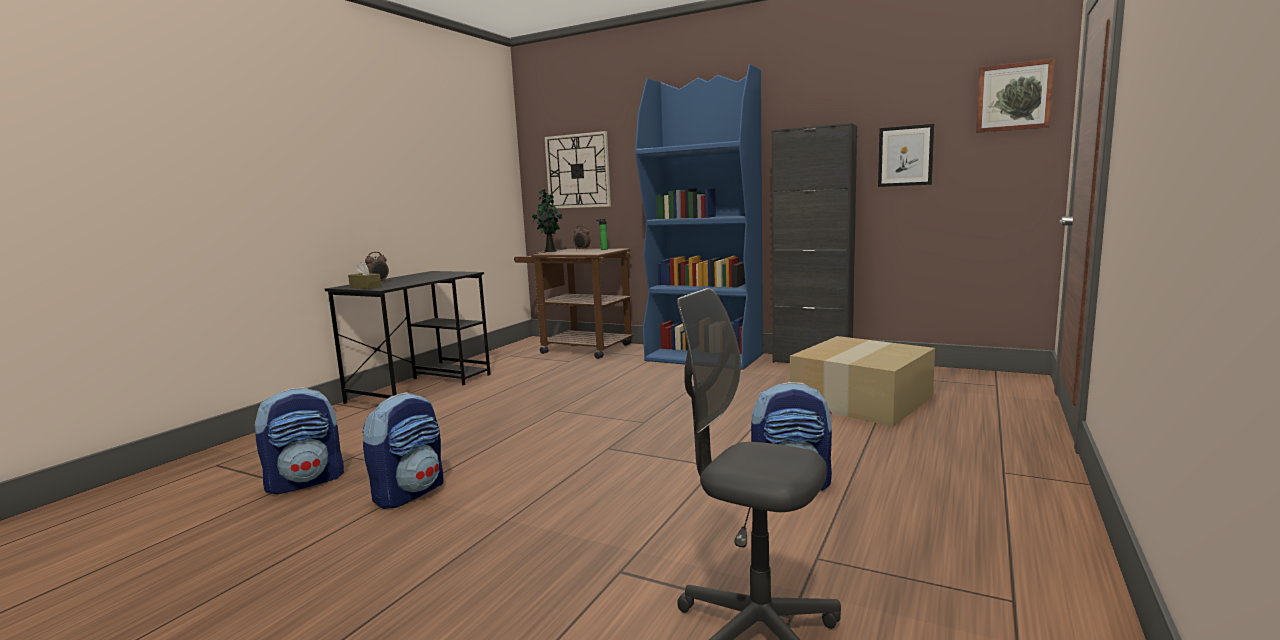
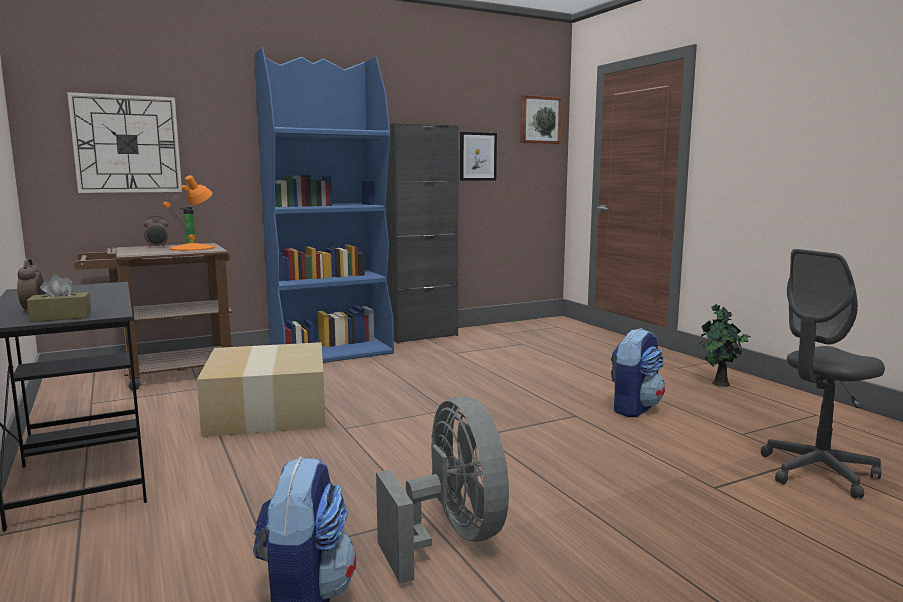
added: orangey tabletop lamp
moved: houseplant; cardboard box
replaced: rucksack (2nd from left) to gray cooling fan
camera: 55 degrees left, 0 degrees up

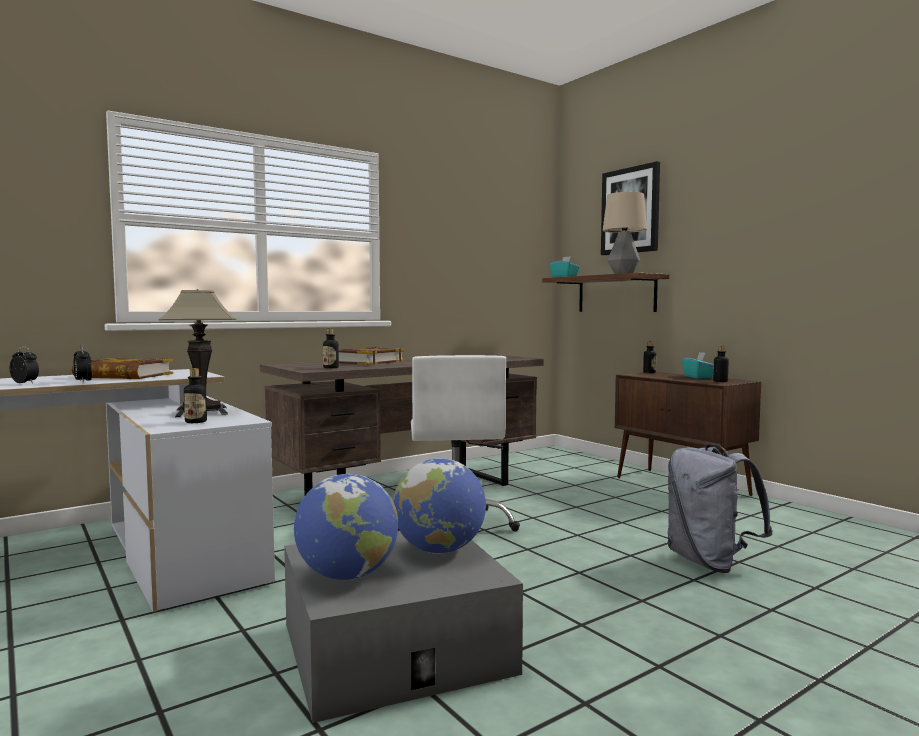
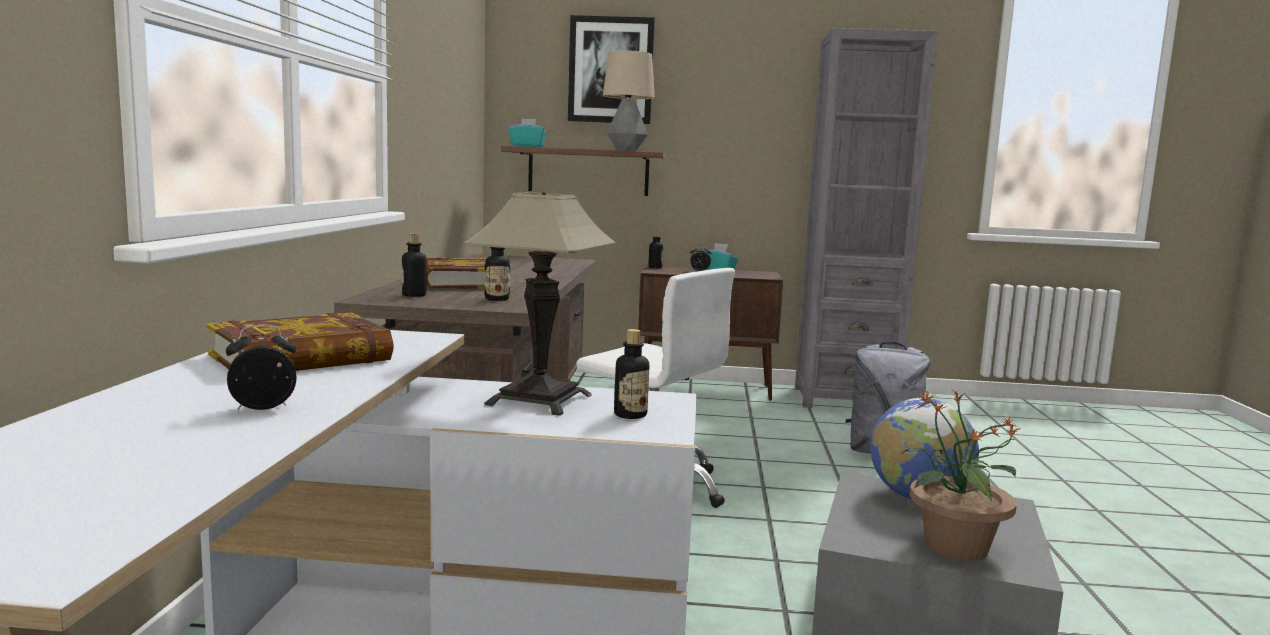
added: gray bookcase
moved: bedside clock (2nd from left); bottle (4th from left in the first image) to bottle (1st from left)
replaced: world globe (1st from left) to houseplant
camera: 50 degrees left, 5 degrees up

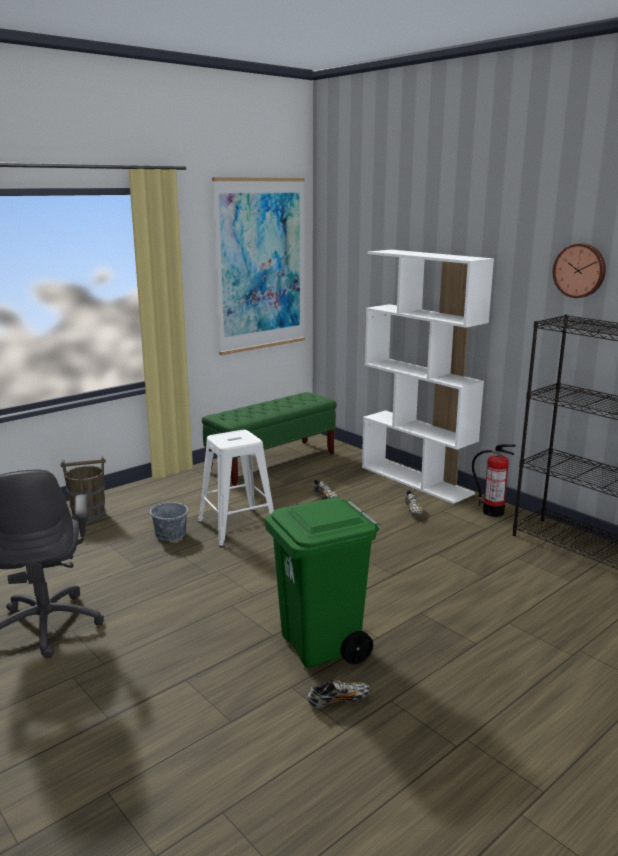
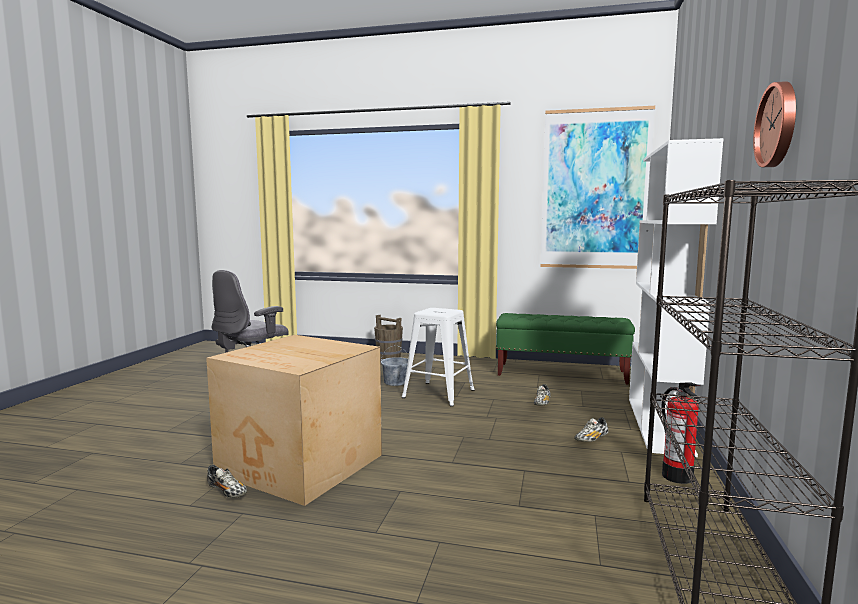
replaced: greenish rubbish bin to cardboard box
camera: 55 degrees right, 10 degrees down

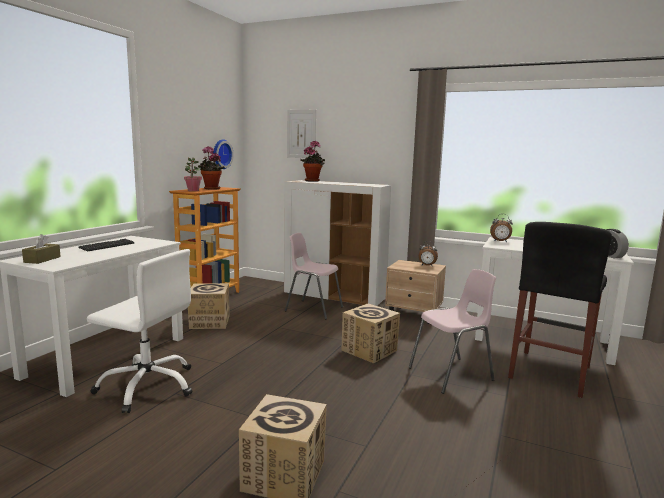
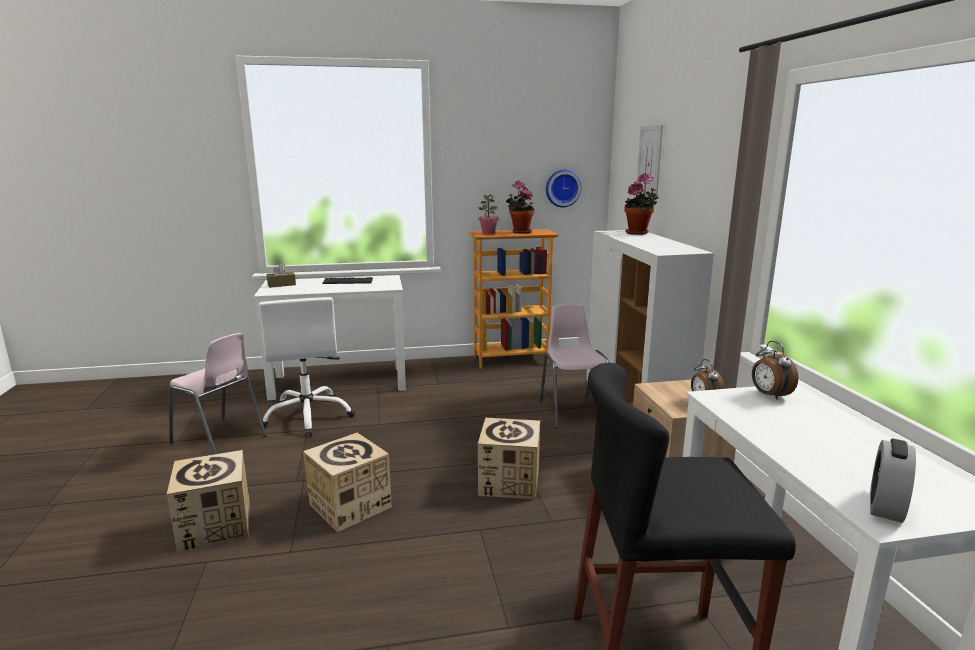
moved: cardboard box (1st from left in the first image) to cardboard box (2nd from left); pink-coloured upright chair (2nd from left in the first image) to pink-coloured upright chair (1st from left)
camera: 55 degrees right, 5 degrees up

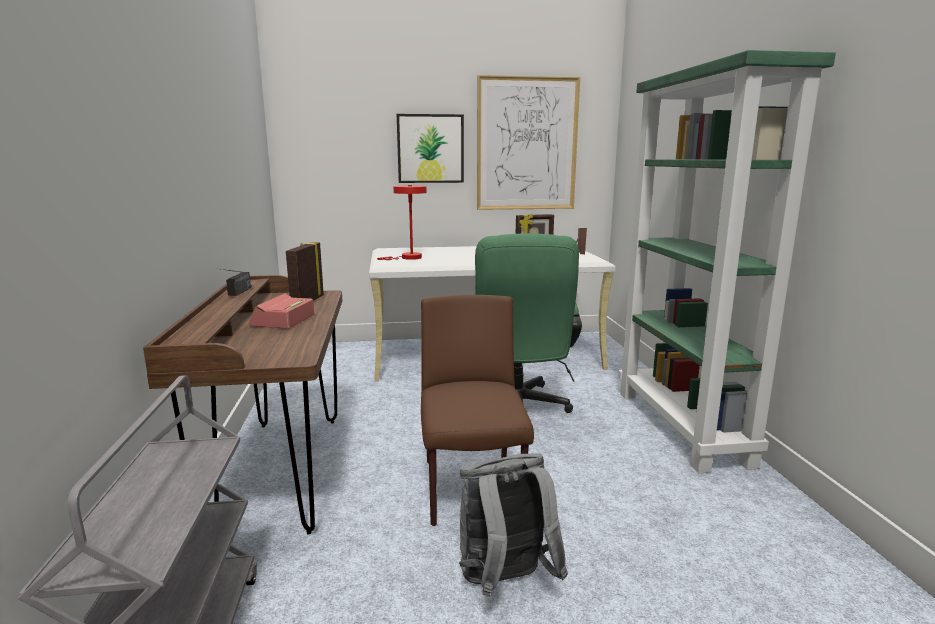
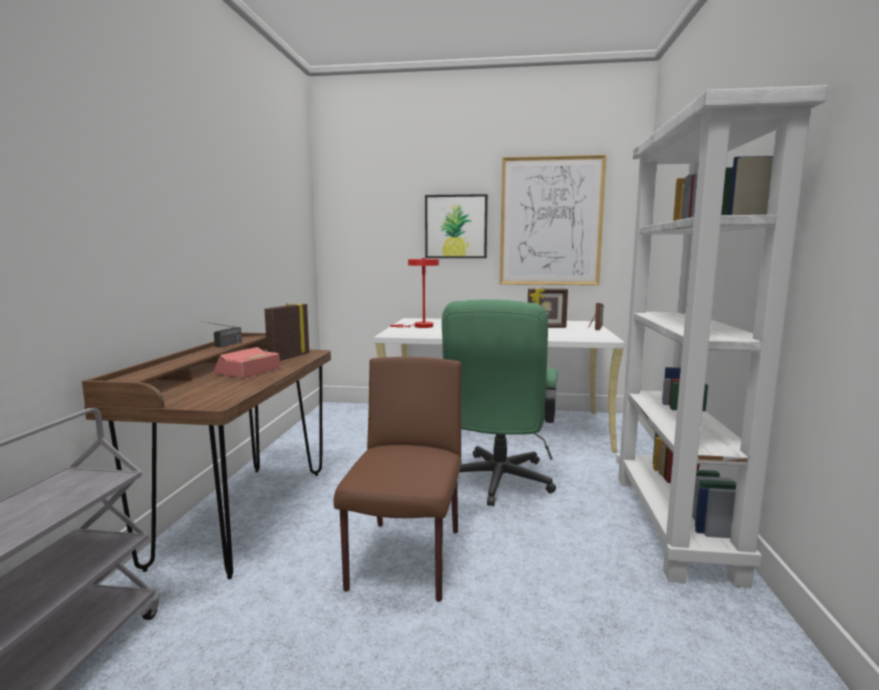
removed: gray rucksack
recoloured: greenish bookcase to white-coloured bookcase
camera: 15 degrees right, 5 degrees down

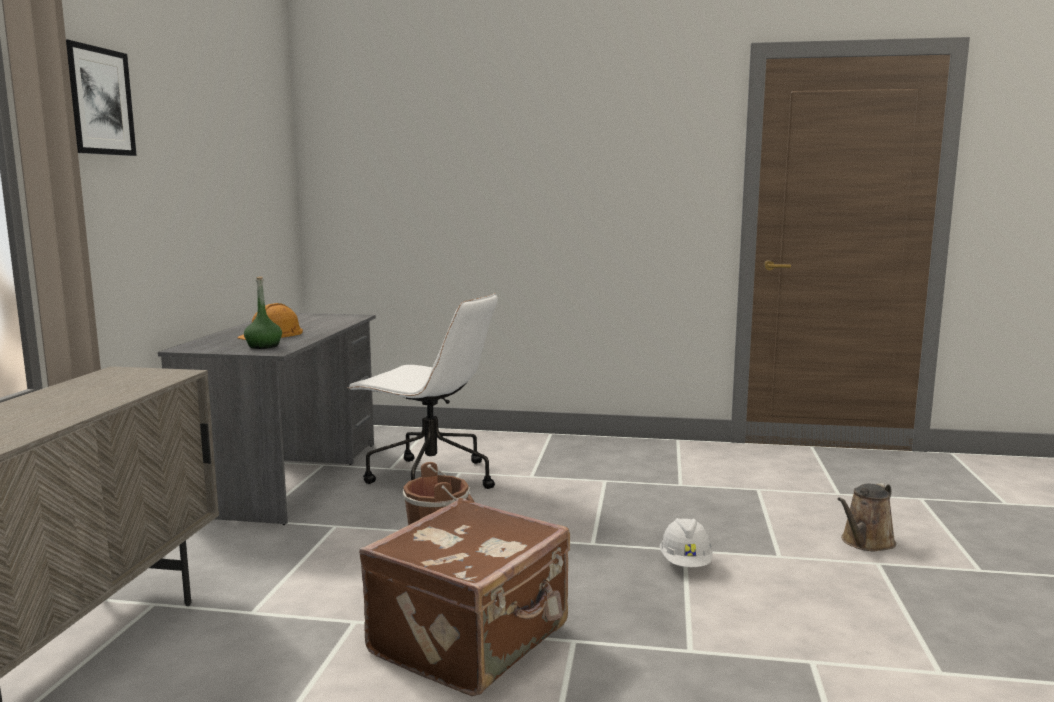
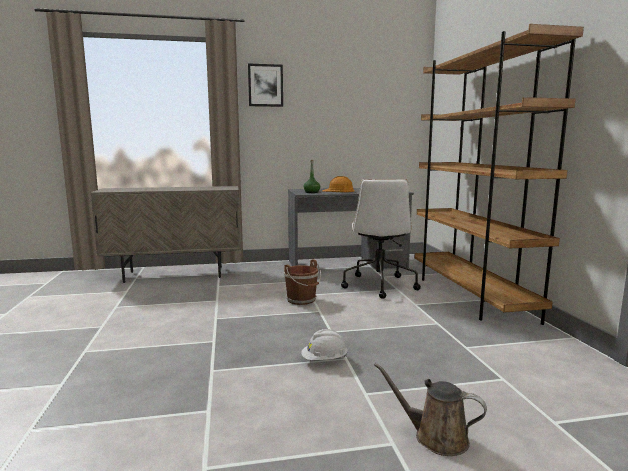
removed: brownish piece of luggage
added: brownish bookcase
camera: 70 degrees right, 0 degrees up

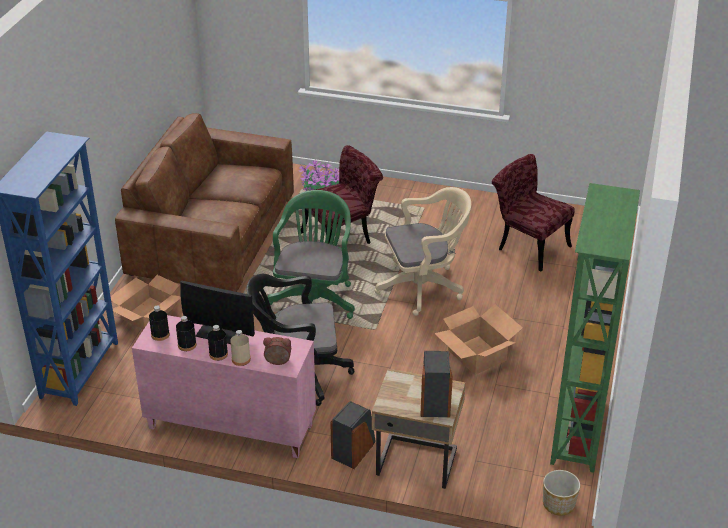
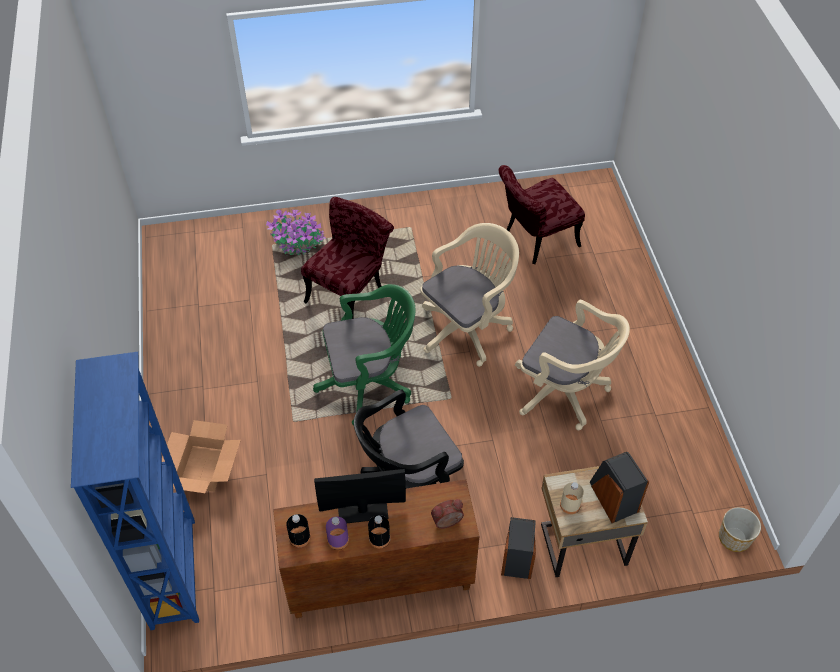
removed: brownish settee; greenish bookcase
moved: beige-coloured bottle
replaced: cardboard box (2nd from left) to beige-coloured desk chair (2nd from left)
recoloured: pink-coloured cabinet to brownish cabinet; black bottle (2nd from left) to purplish bottle
turned: greenish desk chair 90 degrees clockwise; red upright chair (2nd from left) 45 degrees counterclockwise
camera: 25 degrees left, 15 degrees up

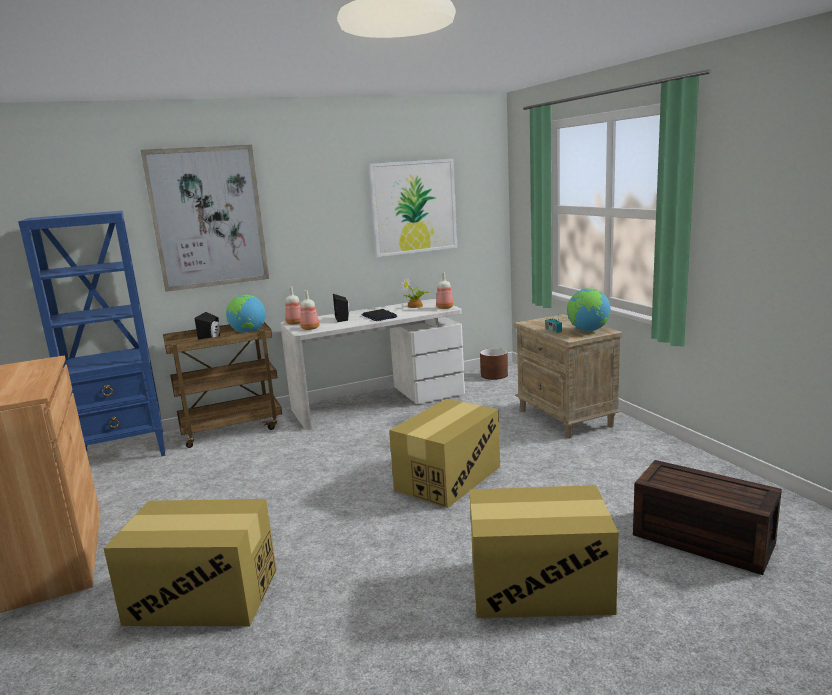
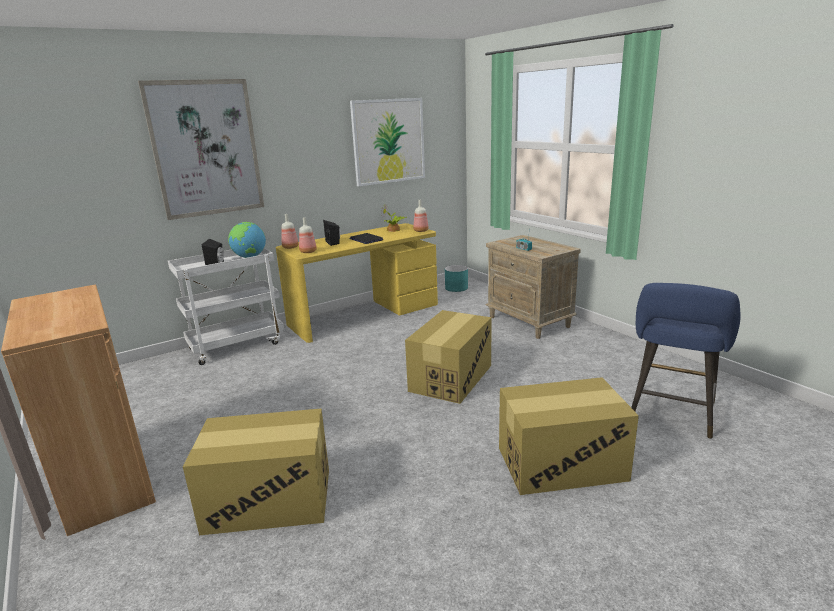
removed: blue-coloured bookcase; world globe (2nd from left)
replaced: brownish storage container to blue-coloured stool seat
recoloured: brownish cart to white-coloured cart; white-coloured desk unit to yellow-coloured desk unit; brownish plant pot to turquoise plant pot
camera: 10 degrees left, 5 degrees up

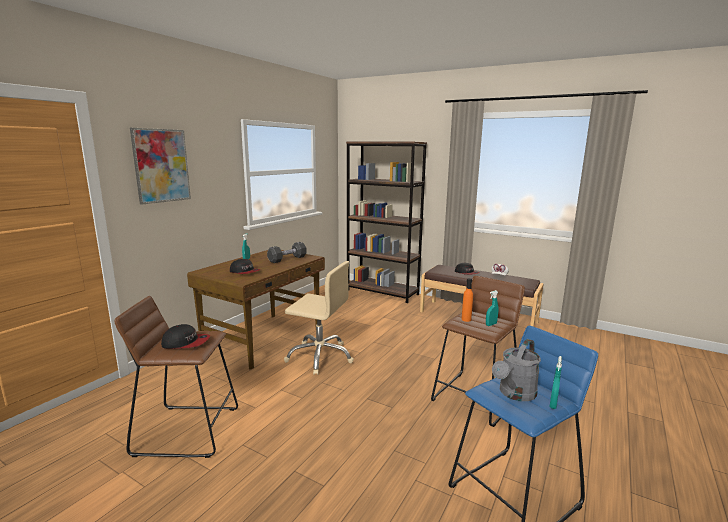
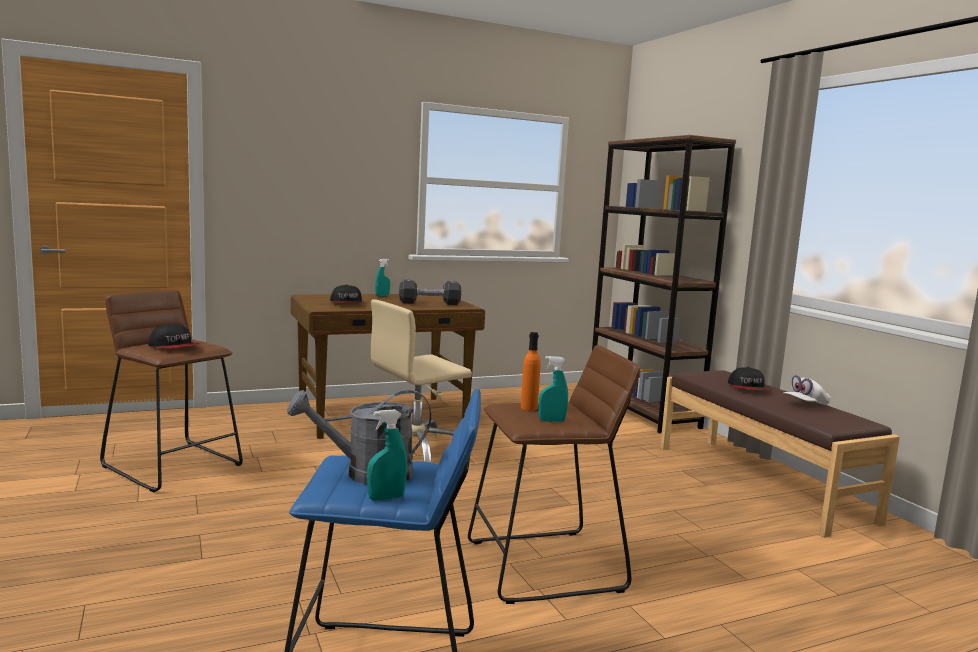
removed: wall picture
turned: beige-coloured desk chair 90 degrees clockwise
camera: 35 degrees right, 5 degrees down

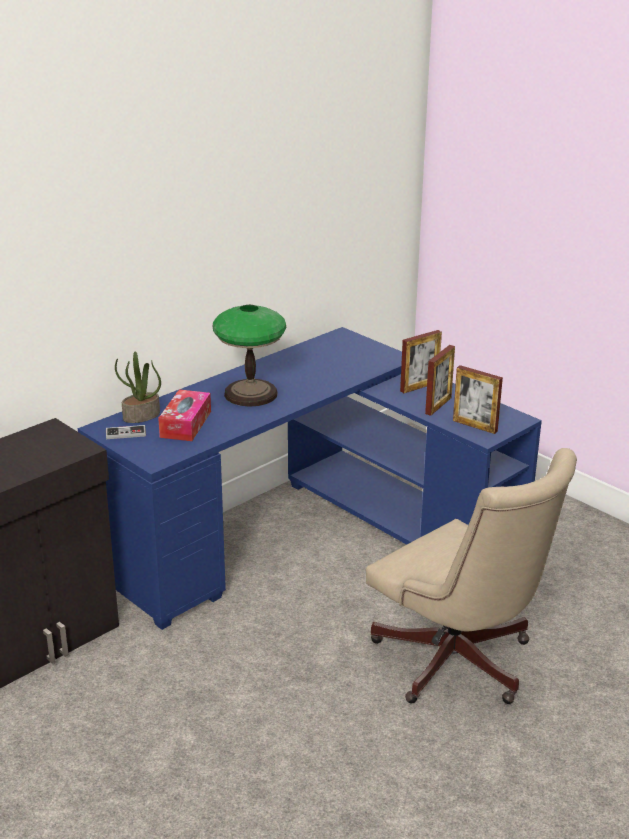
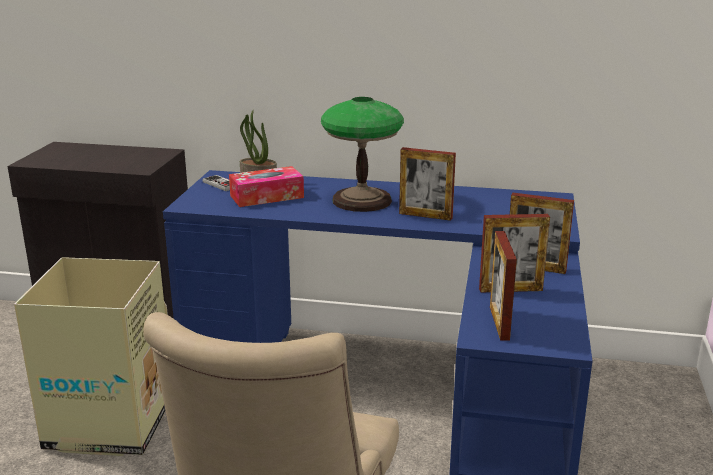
added: cardboard box; standing frame (1st from left)
camera: 55 degrees right, 5 degrees down

